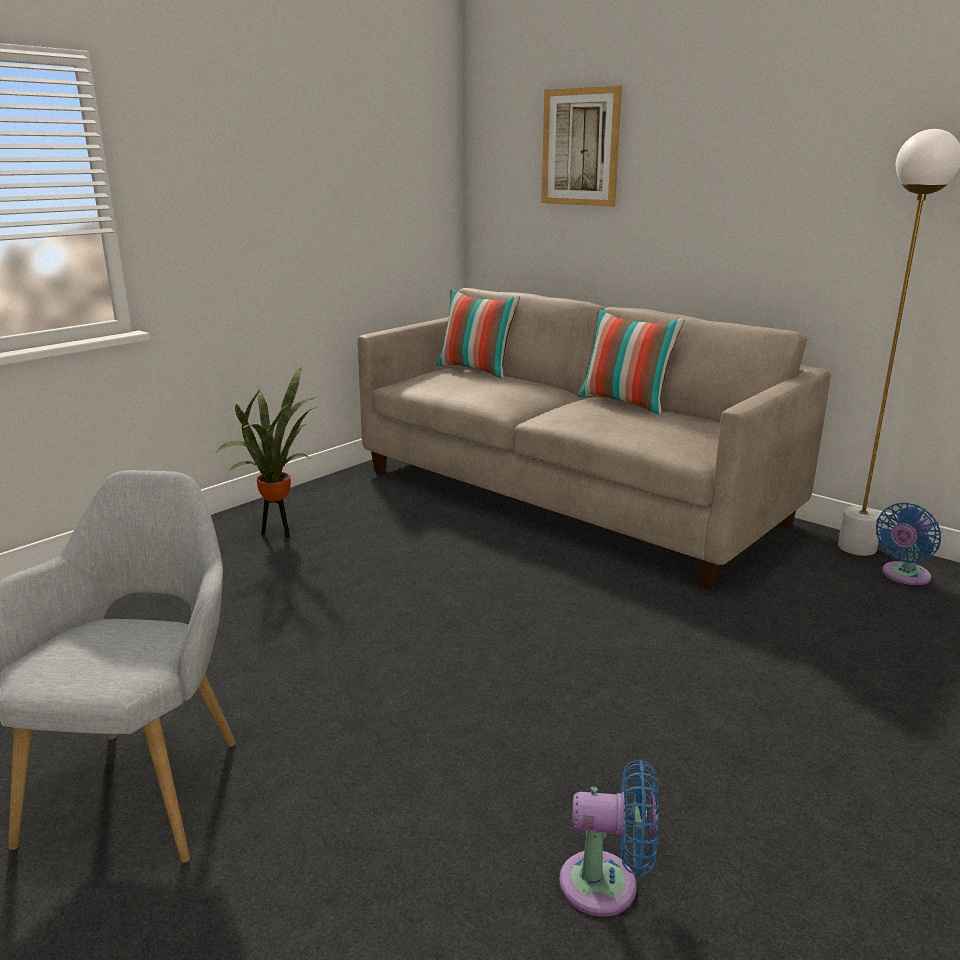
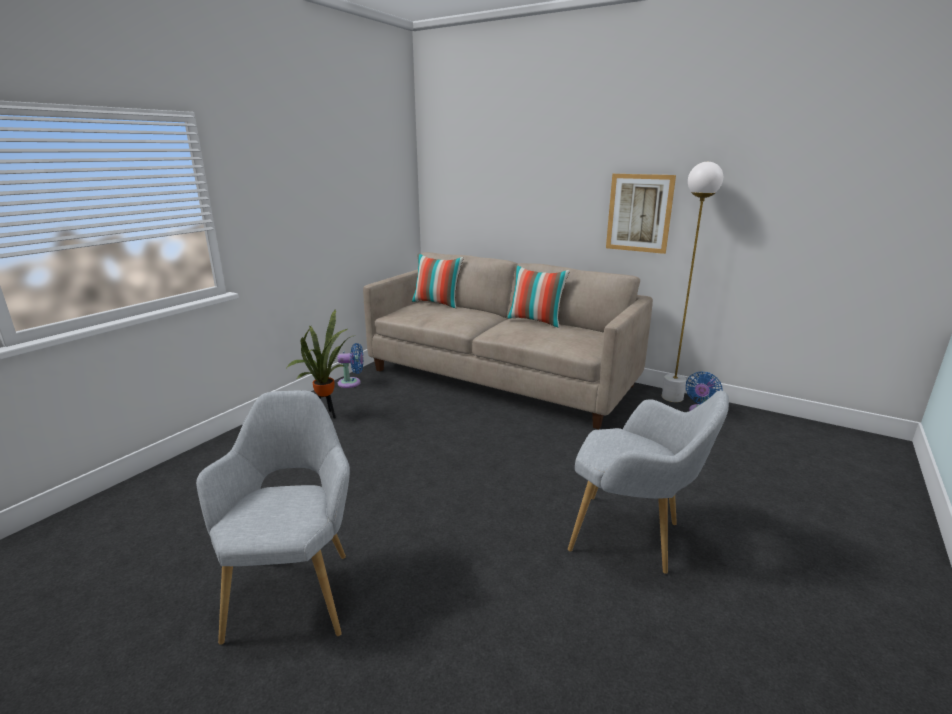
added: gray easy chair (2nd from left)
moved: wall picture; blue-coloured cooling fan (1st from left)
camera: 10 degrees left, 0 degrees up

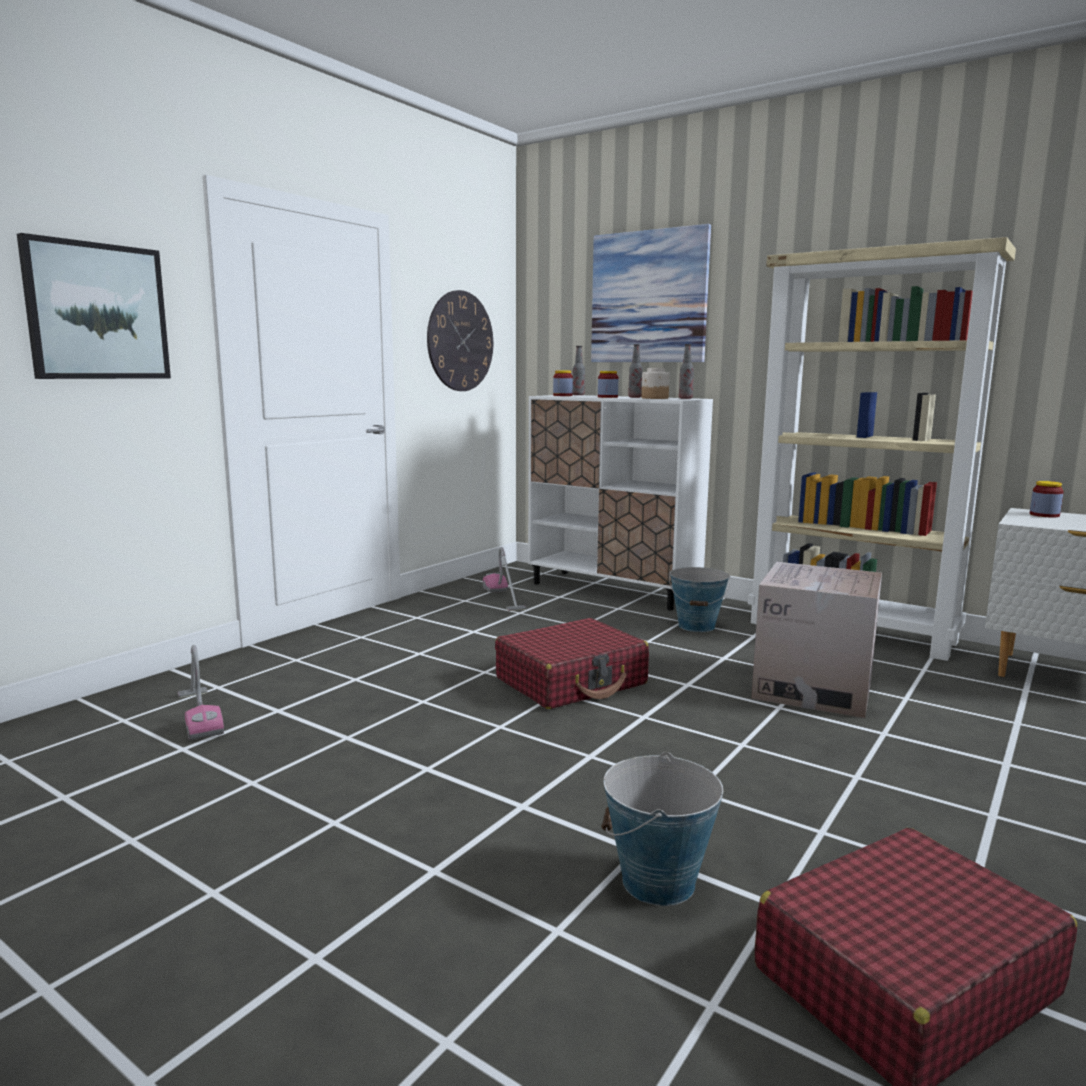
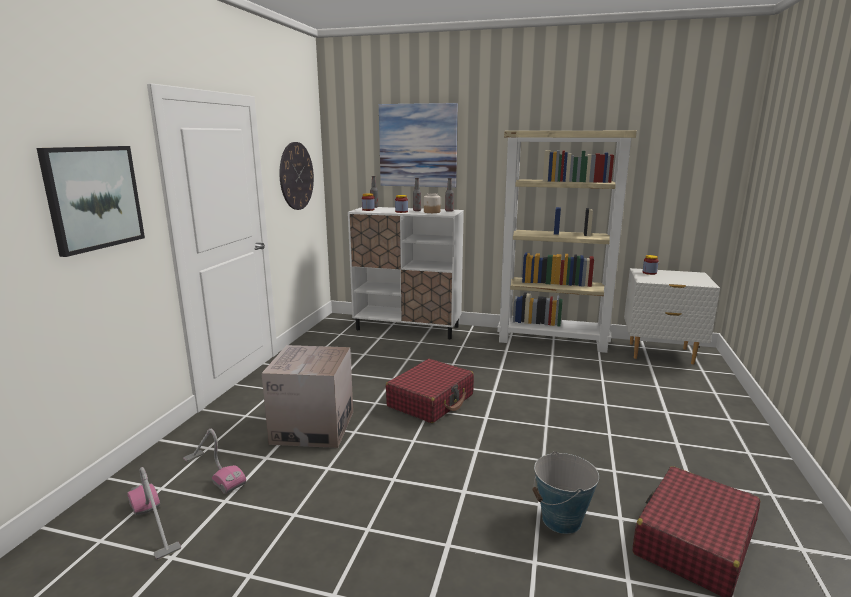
removed: pail (2nd from left)
moved: vacuum (2nd from left in the first image) to vacuum (1st from left); cardboard box
camera: 20 degrees left, 5 degrees up

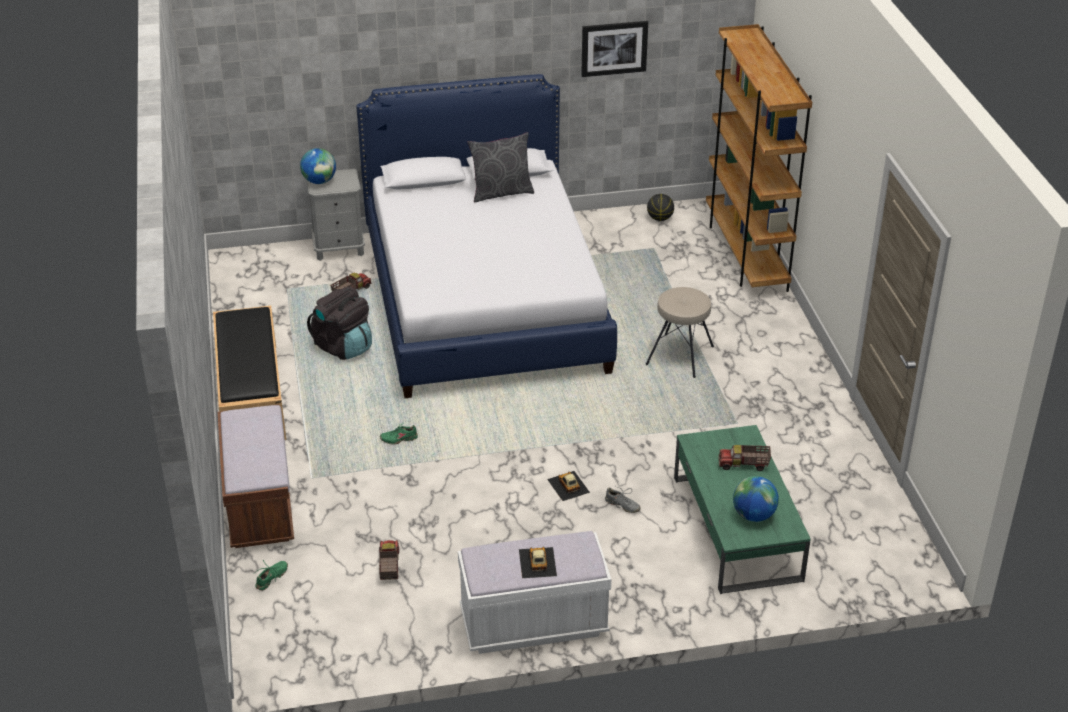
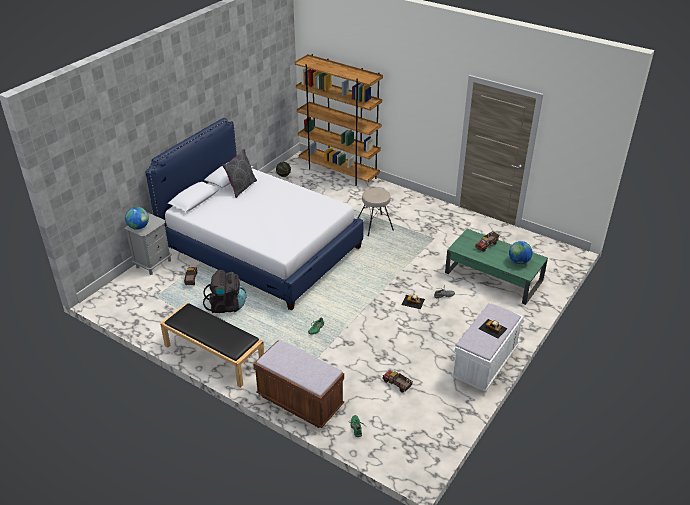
removed: wall picture
camera: 45 degrees left, 0 degrees up

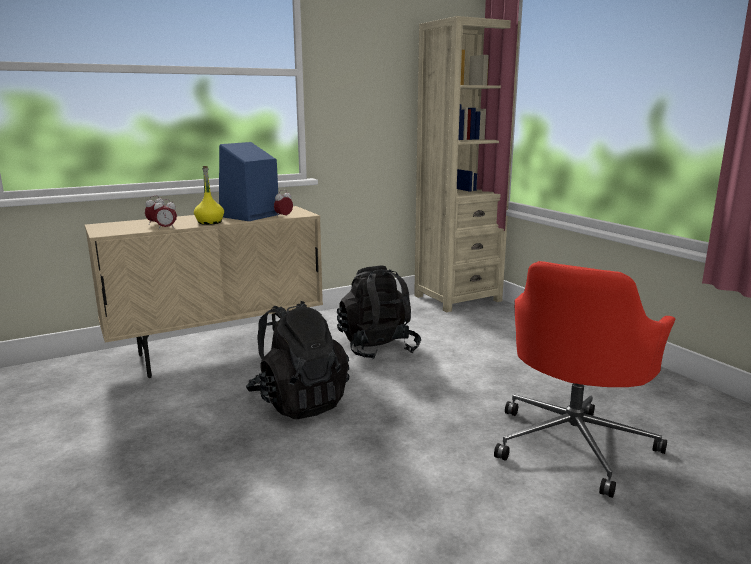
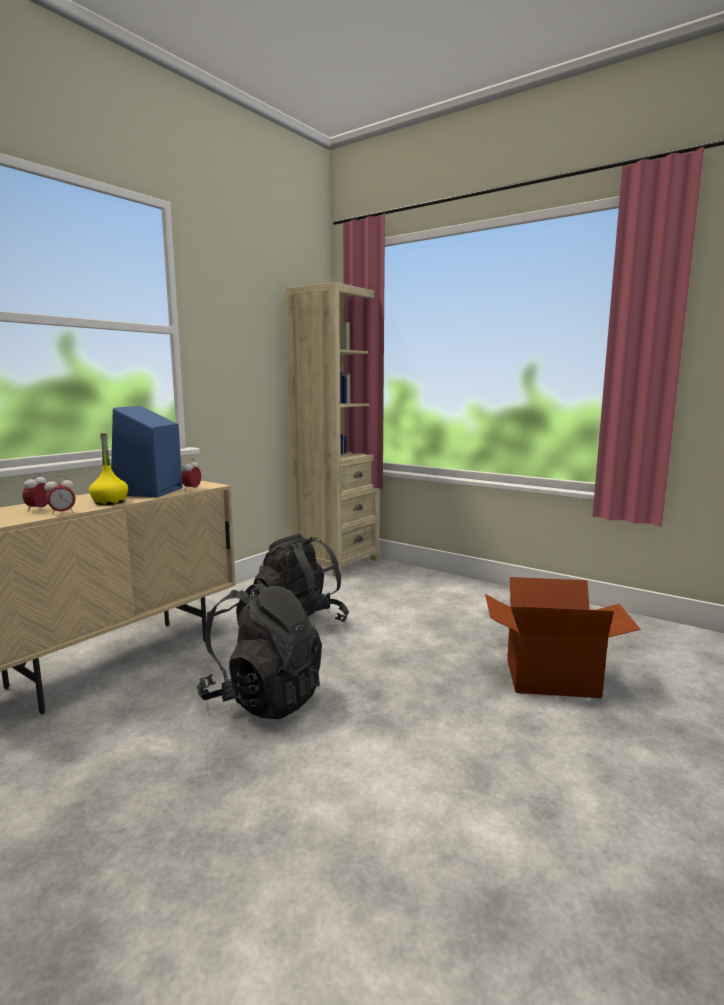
replaced: red desk chair to cardboard box
camera: 25 degrees left, 5 degrees down

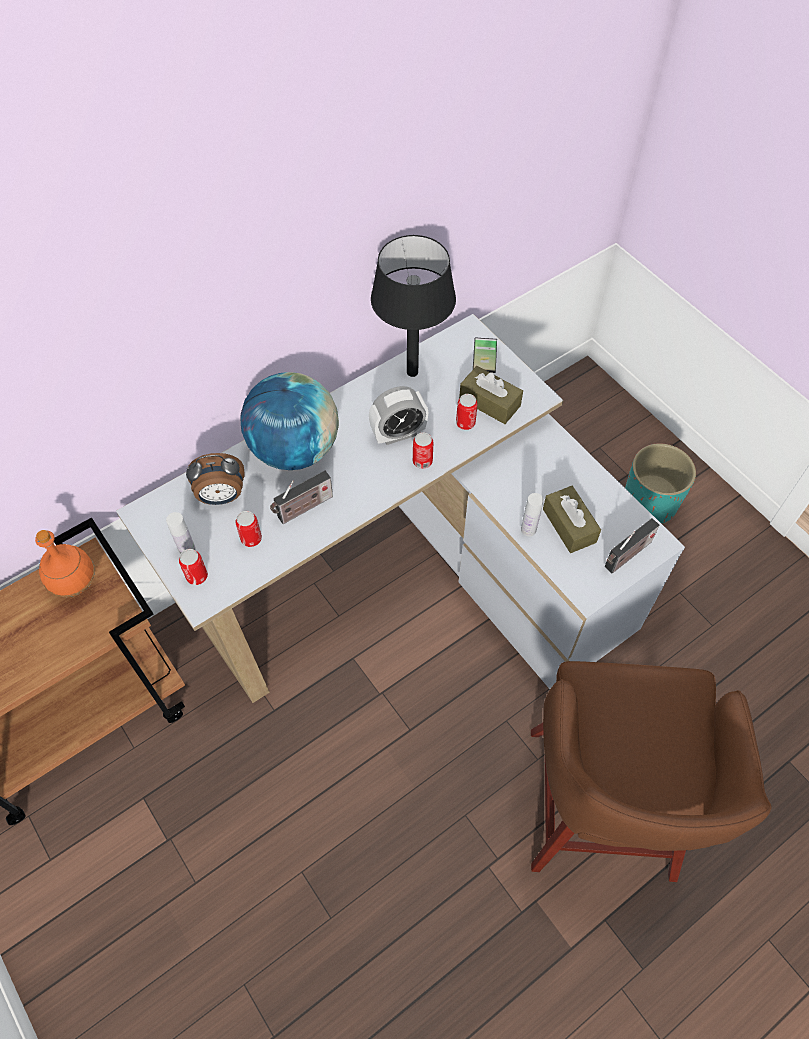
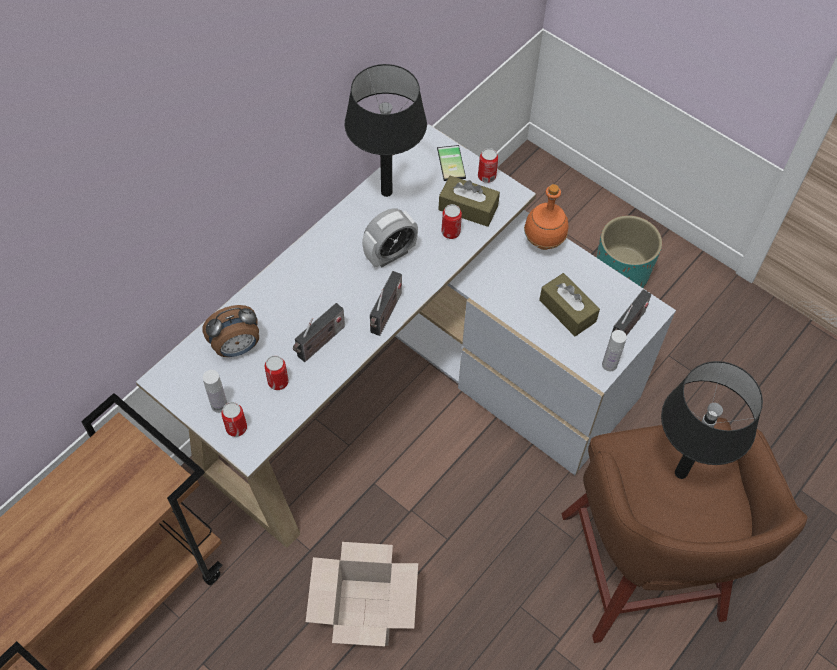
removed: world globe
added: cardboard box; radio set (2nd from left); black tabletop lamp (2nd from left)
moved: orangey bottle; metal can (3rd from left in the first image) to metal can (4th from left); white-coloured bottle (2nd from left)
camera: 15 degrees left, 0 degrees up

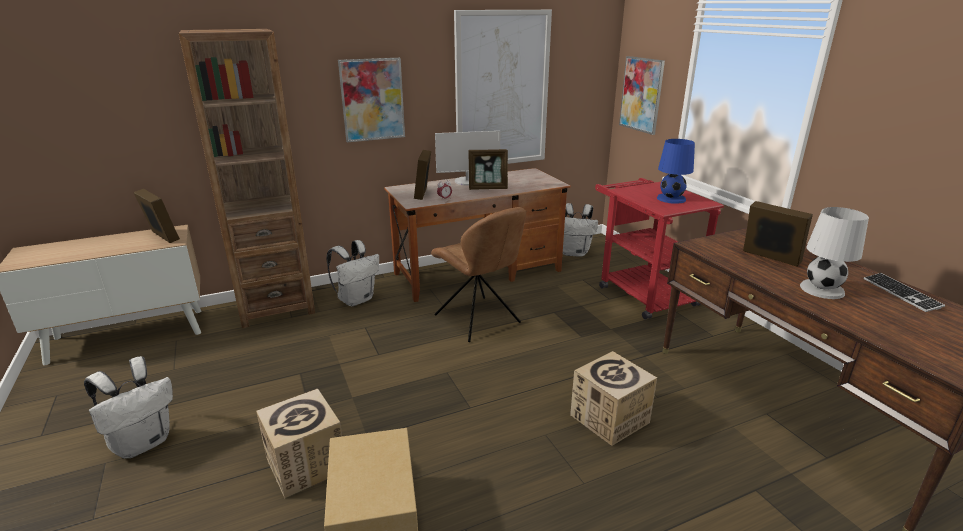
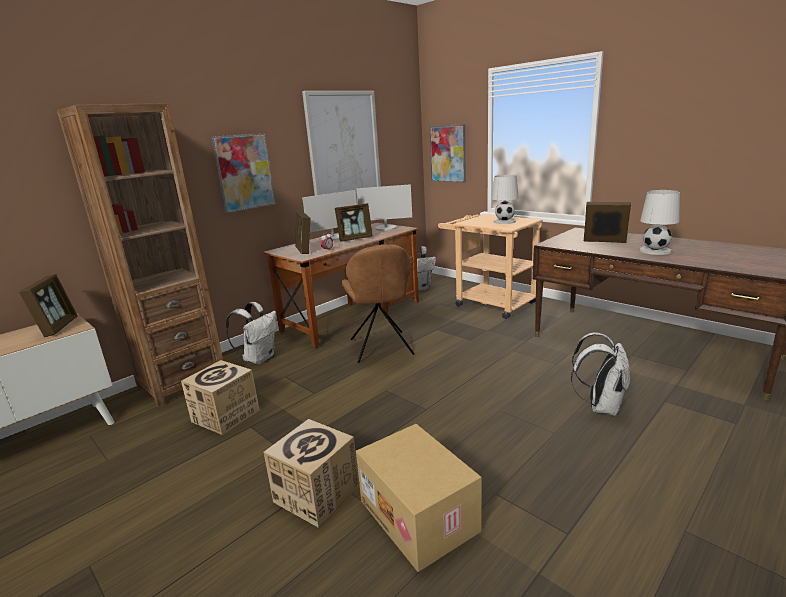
removed: PC keyboard
added: computer screen (2nd from left)
moved: white-coloured rucksack (1st from left in the first image) to white-coloured rucksack (3rd from left); cardboard box (3rd from left in the first image) to cardboard box (1st from left)
recoloured: red cart to beige-coloured cart; blue-coloured tabletop lamp to white-coloured tabletop lamp (1st from left)
turned: standing frame (1st from left) 60 degrees clockwise; brownish upright chair 45 degrees clockwise
camera: 20 degrees left, 5 degrees down

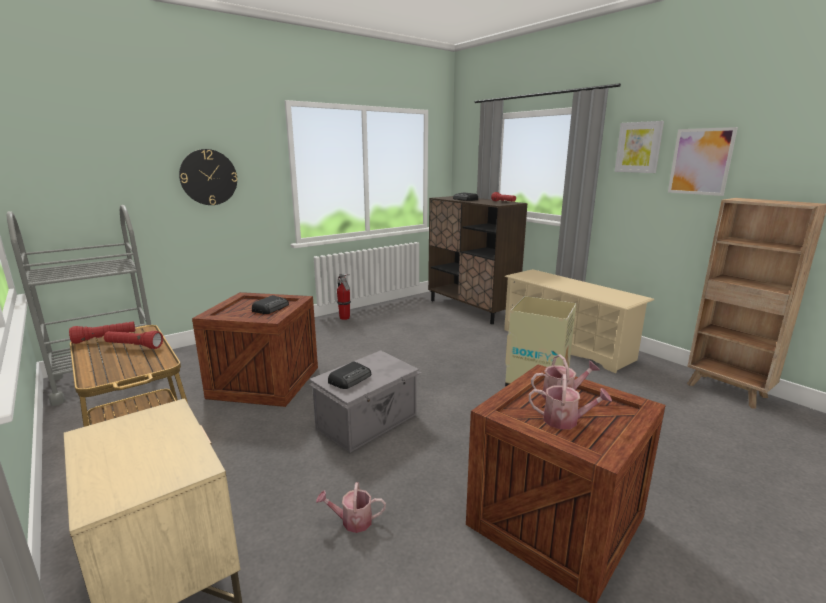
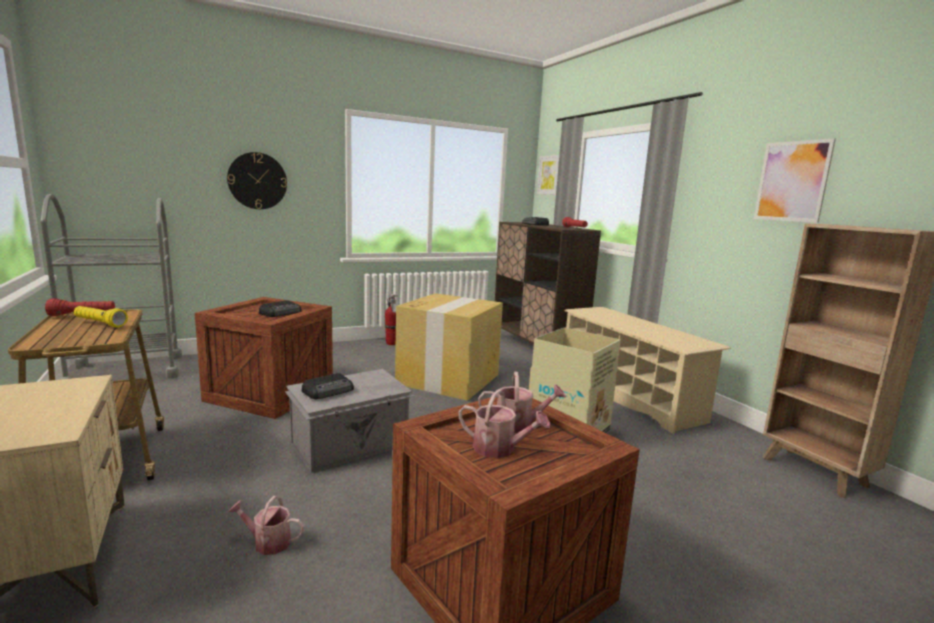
added: cardboard box (1st from left)
moved: wall picture (1st from left)
recoloured: red flashlight (2nd from left) to yellow-coloured flashlight
camera: 10 degrees right, 5 degrees down

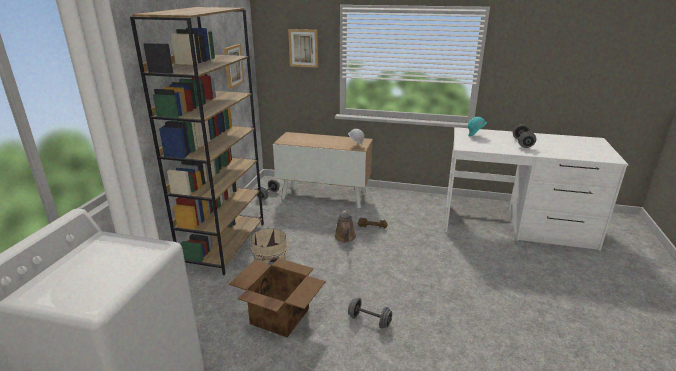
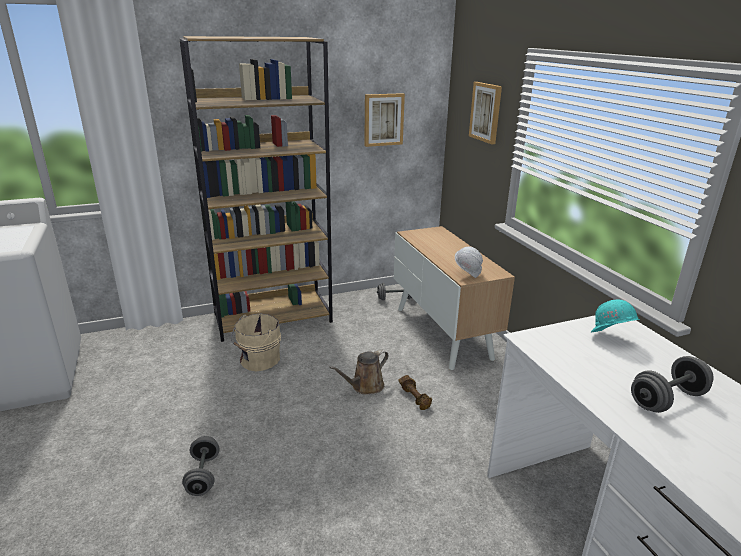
removed: cardboard box
camera: 55 degrees right, 0 degrees up

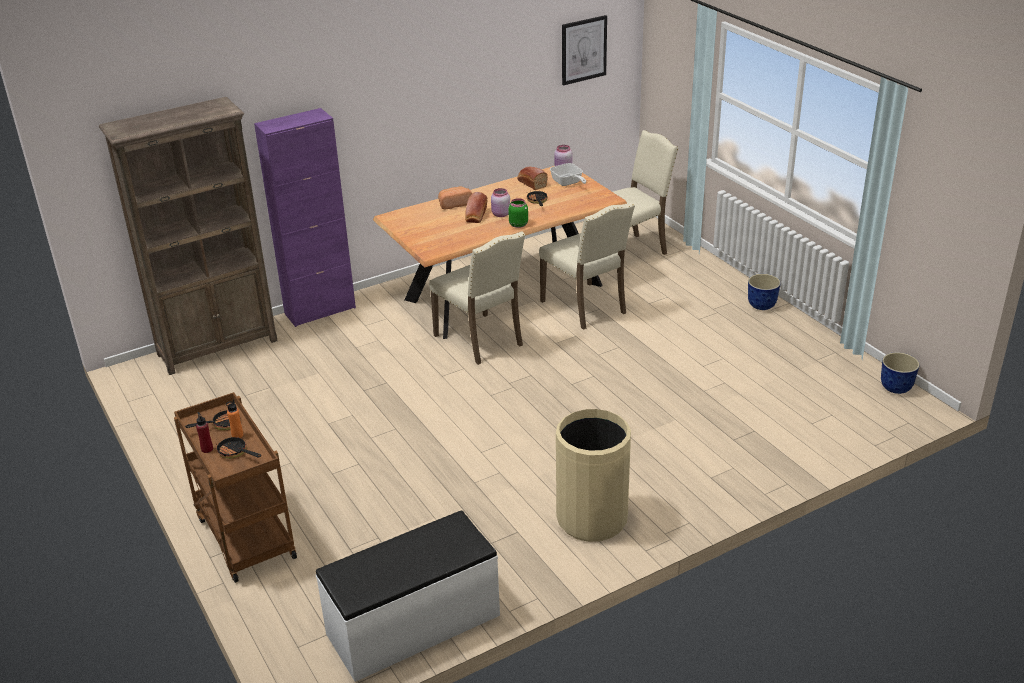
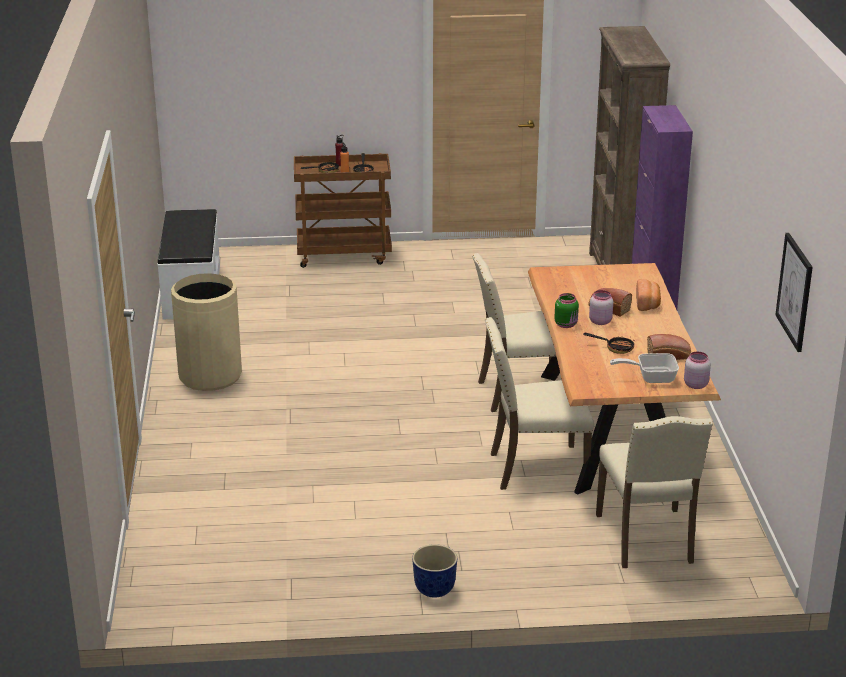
removed: plant pot (2nd from left)
camera: 115 degrees right, 5 degrees down

